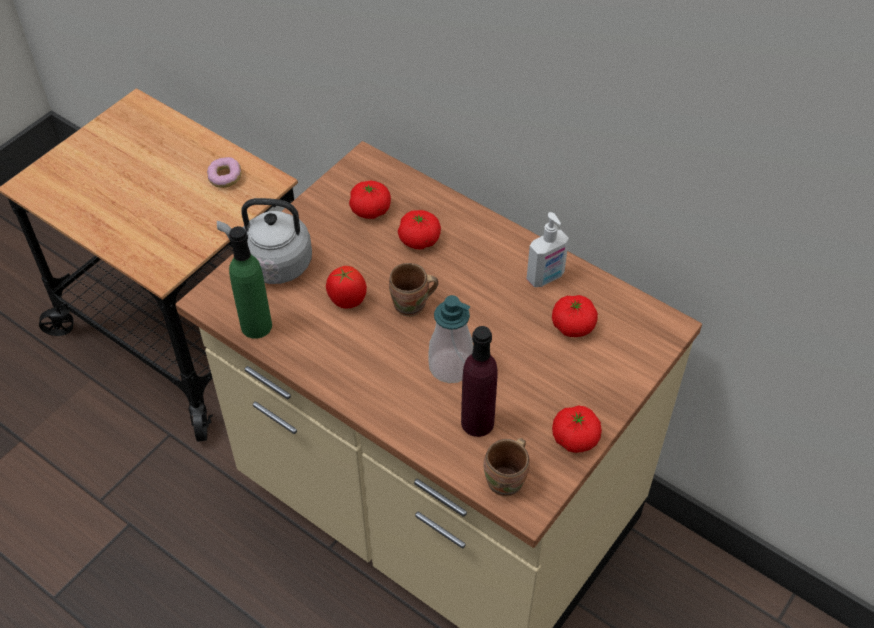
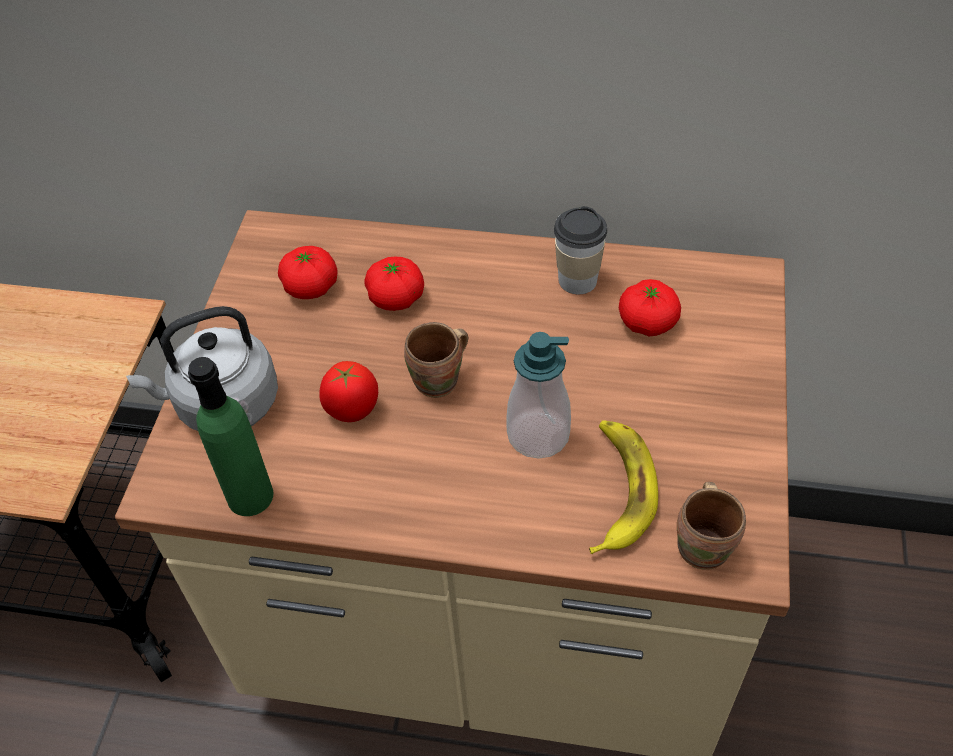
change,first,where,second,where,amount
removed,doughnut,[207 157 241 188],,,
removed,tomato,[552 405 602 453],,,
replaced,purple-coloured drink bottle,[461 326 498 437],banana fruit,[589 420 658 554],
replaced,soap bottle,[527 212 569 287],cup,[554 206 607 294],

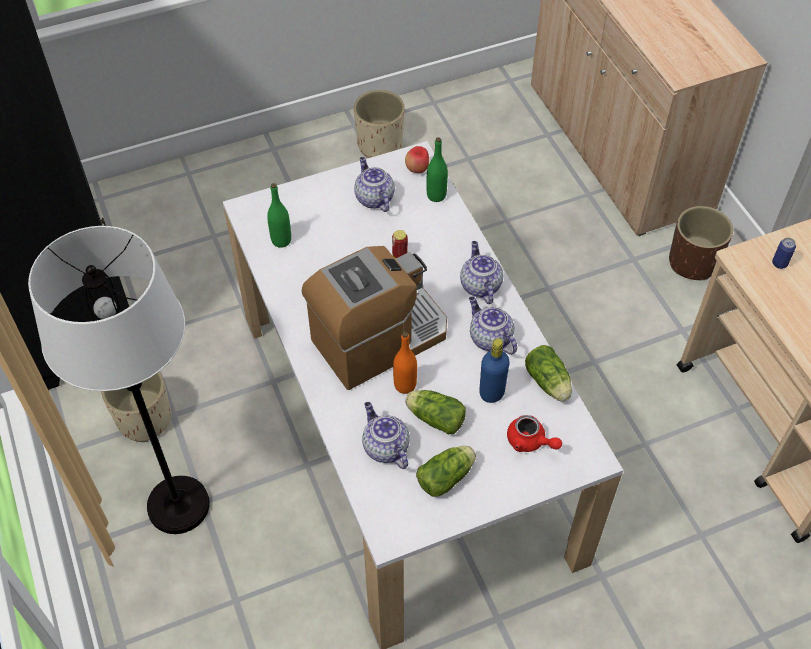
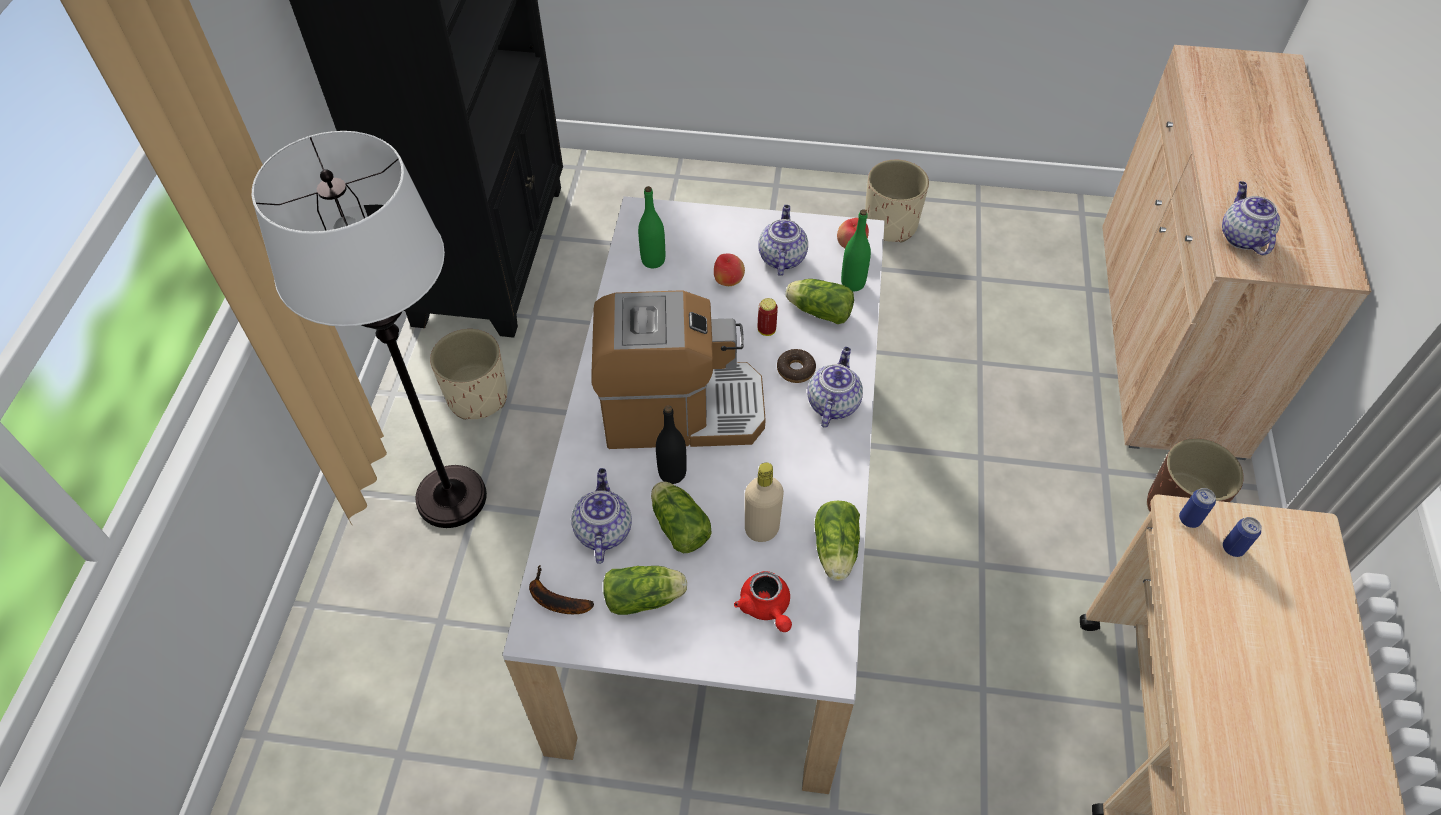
change,first,where,second,where,amount
added,,,banana fruit,[529 565 594 614],
added,,,whole apple,[714 254 745 286],
added,,,doughnut,[777 349 816 383],
added,,,lettuce,[785 279 854 324],
added,,,sealed can,[1179 488 1216 528],
moved,pot for tea,[469 296 517 355],,[1222 181 1280 255],
recoloured,orange-coloured drink bottle,[393 332 417 394],black-coloured drink bottle,[656 405 687 484],
recoloured,blue drink bottle,[479 338 510 403],sand-coloured drink bottle,[745 463 784 542],

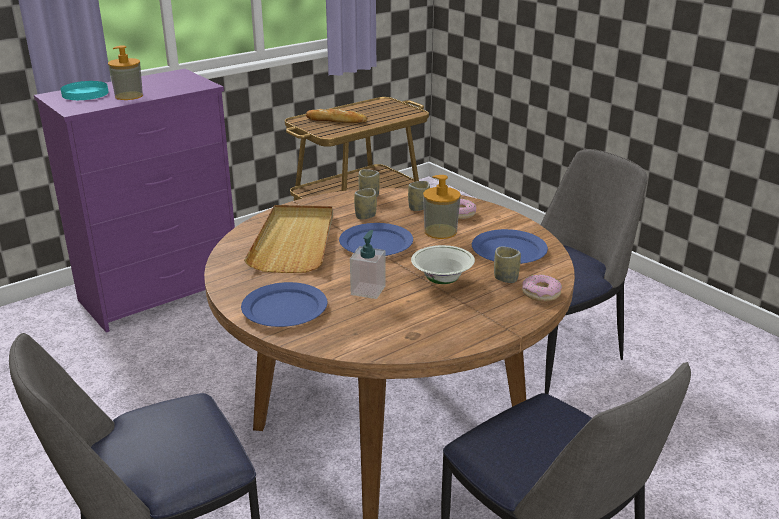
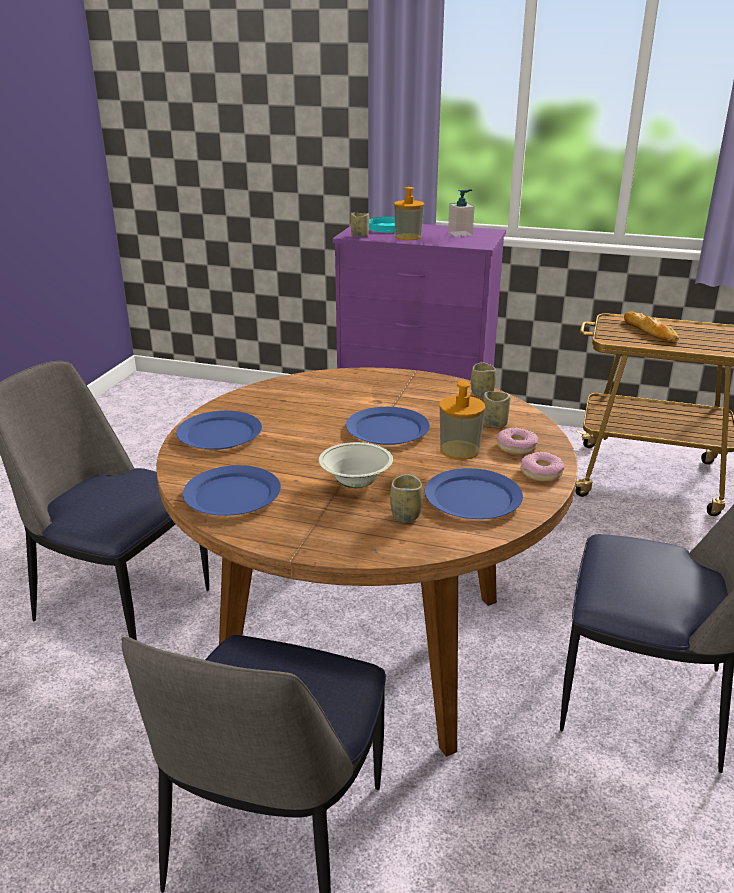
change,first,where,second,where,amount
removed,sand-coloured serving tray,[244 205 333 273],,,
added,,,blue flat dish,[183 465 281 516],
moved,soap bottle,[350 230 385 299],,[448 189 475 237],
moved,cup,[354 188 377 220],,[351 213 369 237],
moved,doughnut,[522 275 562 301],,[520 452 564 482],

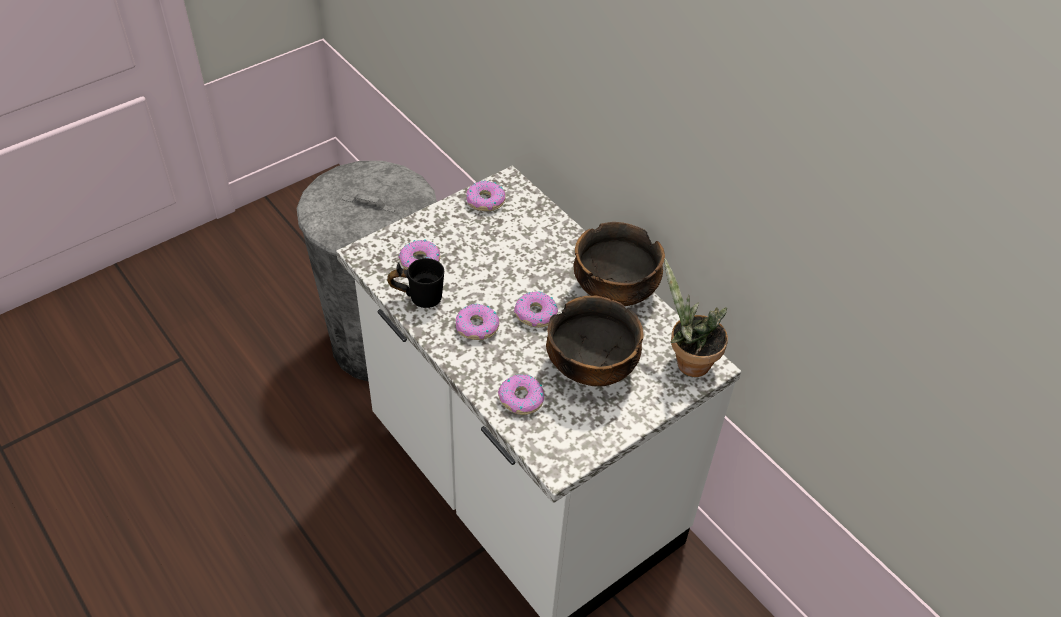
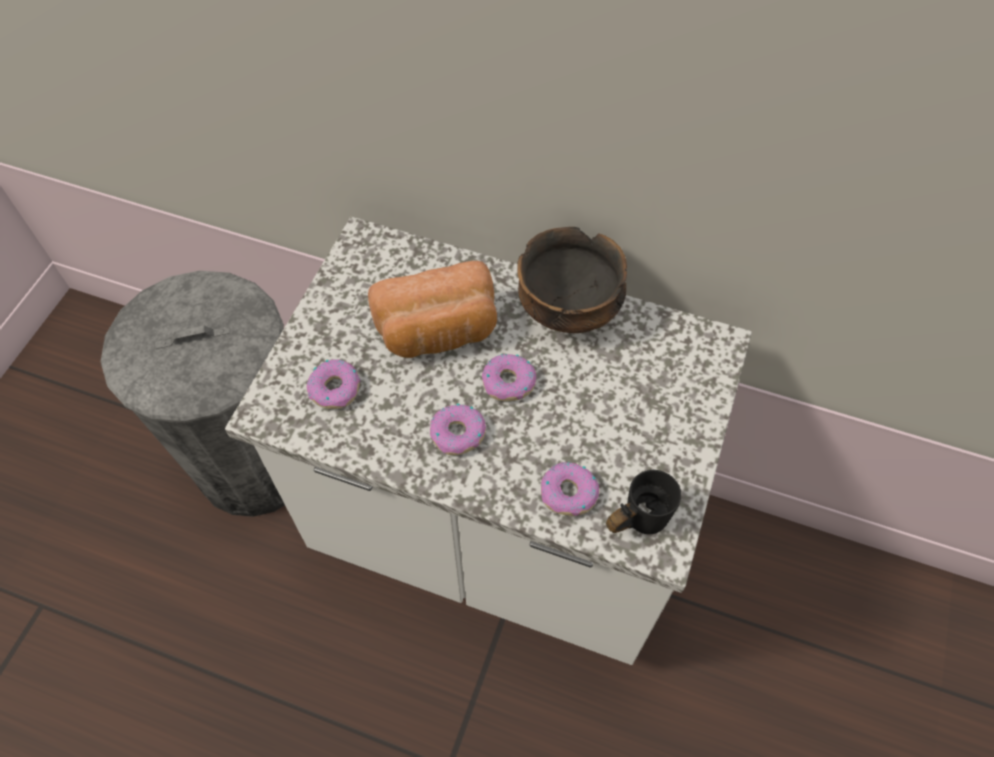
change,first,where,second,where,amount
removed,doughnut,[466 180 506 211],,,
removed,serving bowl,[546 296 644 386],,,
removed,plant in a pot,[664 258 728 377],,,
added,,,baked bread,[368 261 497 358],
moved,black-coloured tea mug,[387 258 444 308],,[606 470 681 534],

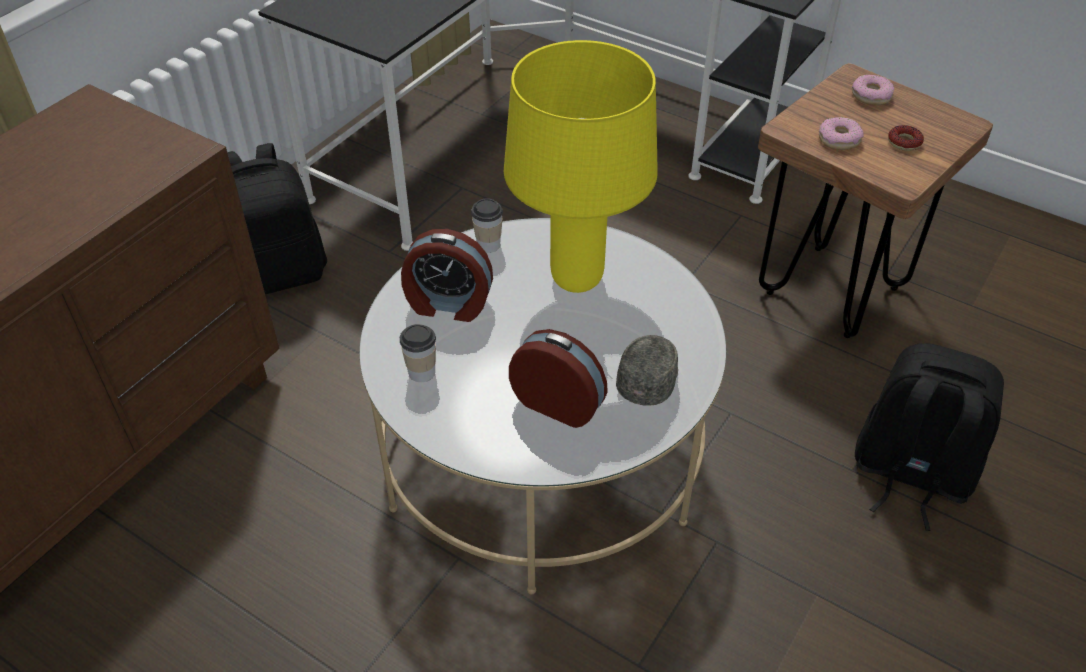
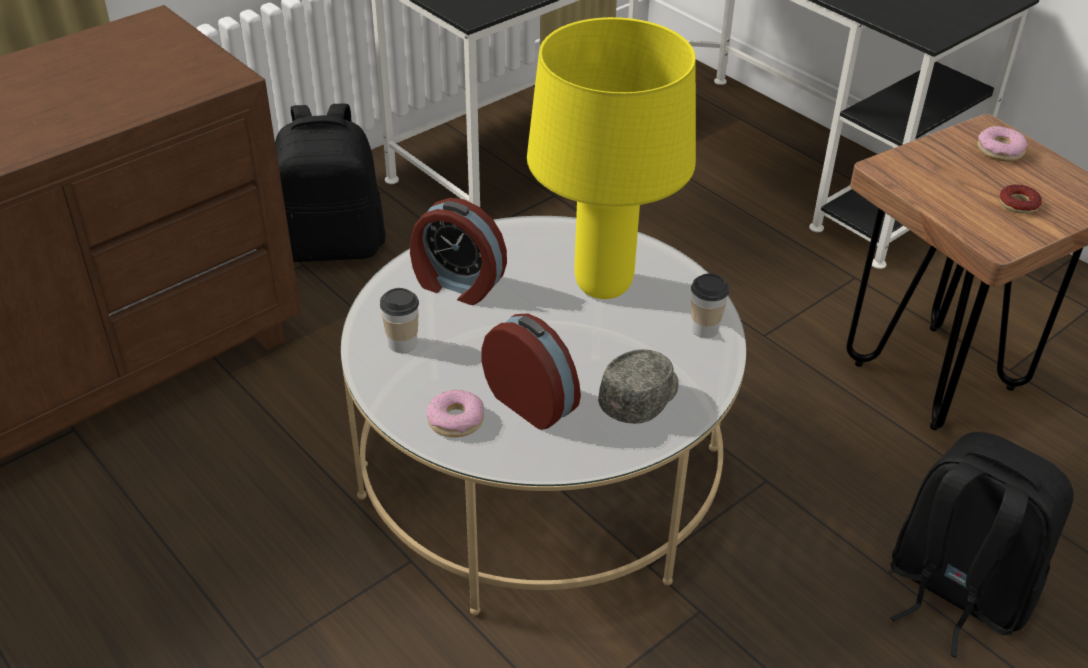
change,first,where,second,where,amount
moved,cup,[471 198 503 253],,[691 273 729 338],
moved,doughnut,[819 117 864 150],,[427 390 484 437],

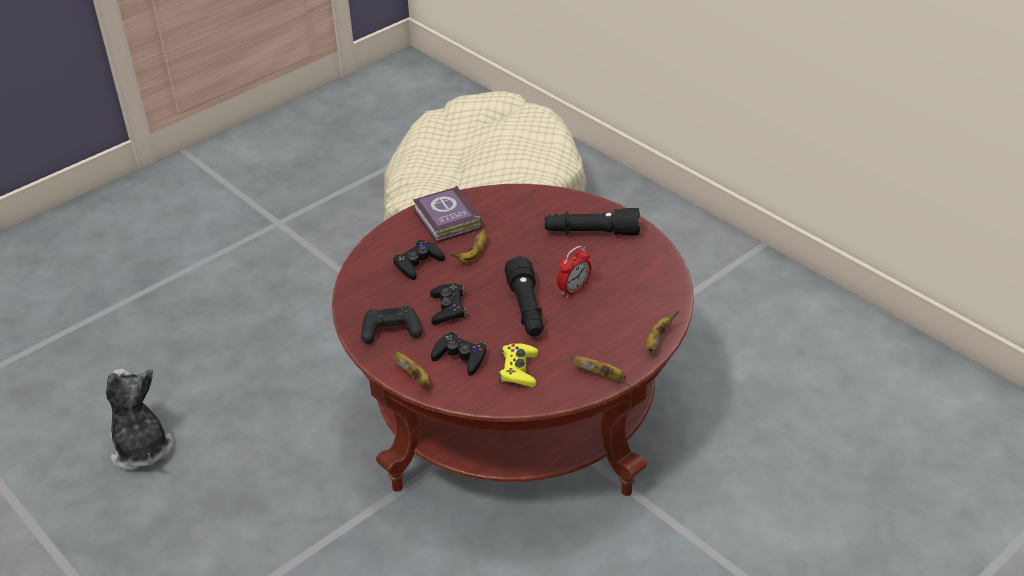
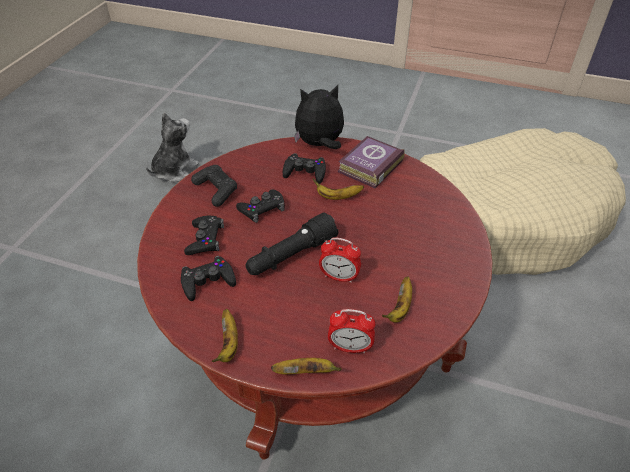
change,first,where,second,where,amount
removed,black-coloured torch,[545 208 640 236],,,
added,,,cuddly toy,[294 85 344 149],
added,,,alarm clock,[328 309 375 353],
moved,banana fruit,[393 352 430 387],,[382 277 412 322],
recoloured,yellow-coloured game controller,[499 343 538 387],black-coloured game controller,[181 256 236 301],

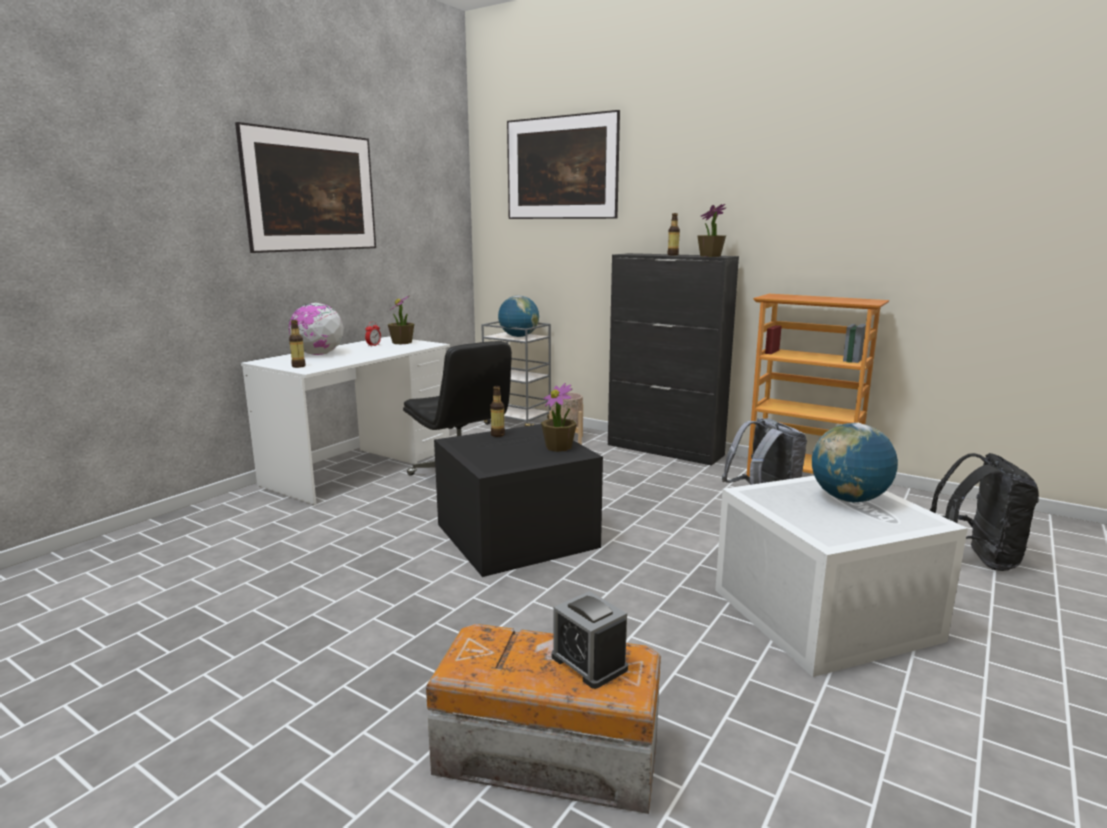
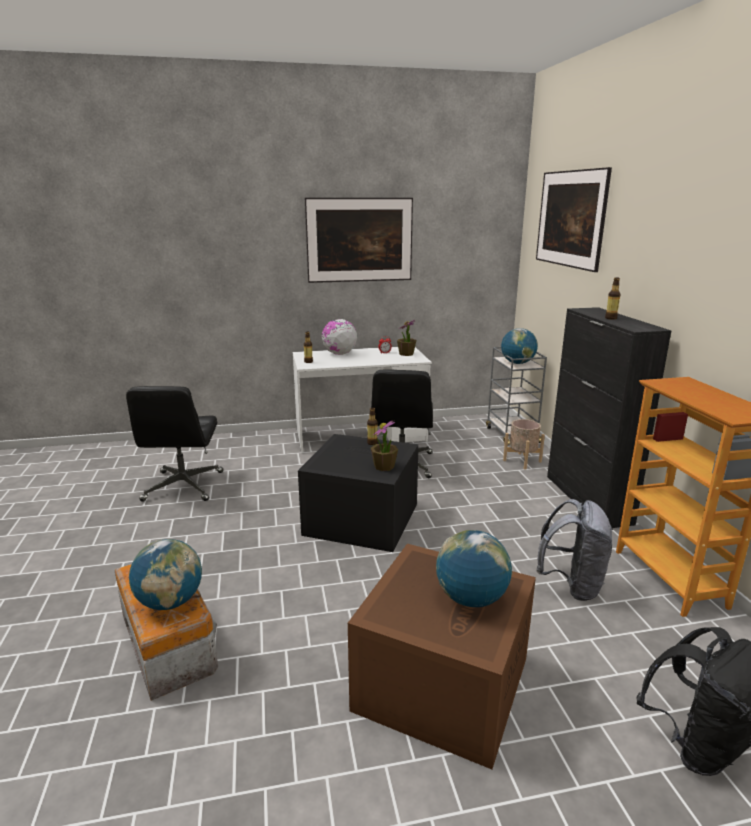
change,first,where,second,where,amount
removed,plant in a pot,[698 204 727 257],,,
added,,,black-coloured computer chair,[126 386 223 502],
replaced,alarm clock,[552 591 628 689],world globe,[129 539 202 610],
recoloured,whitish storage container,[715 476 968 677],brownish storage container,[348 544 536 769],

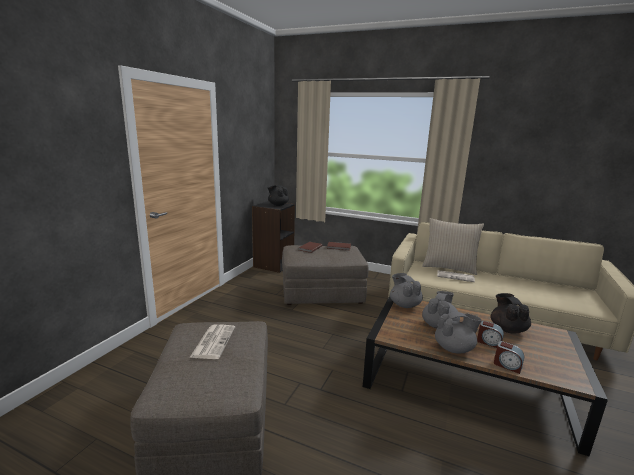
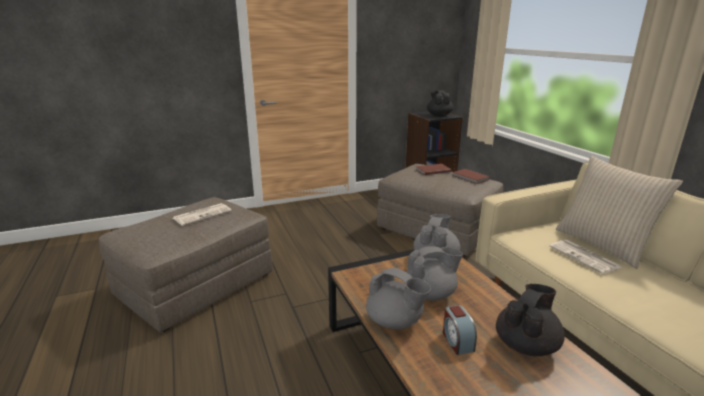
change,first,where,second,where,amount
removed,alarm clock,[494 341 524 374],,,

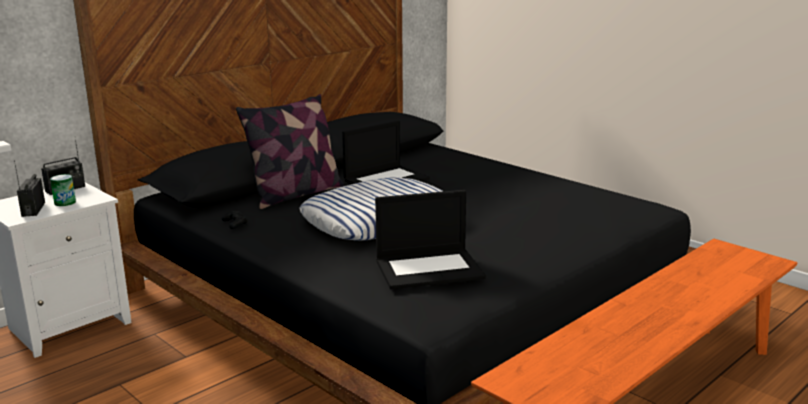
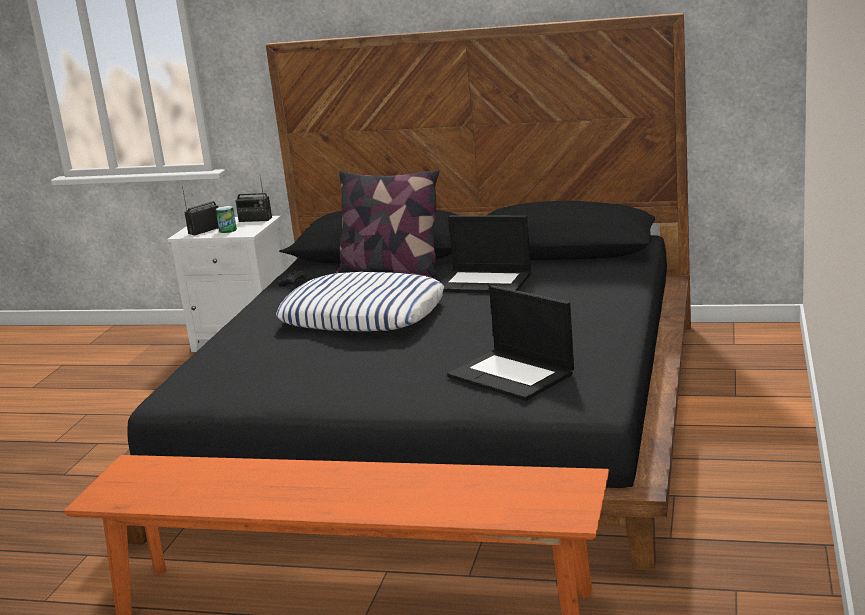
change,first,where,second,where,amount
moved,laptop,[375 190 486 289],,[447 285 574 401],

